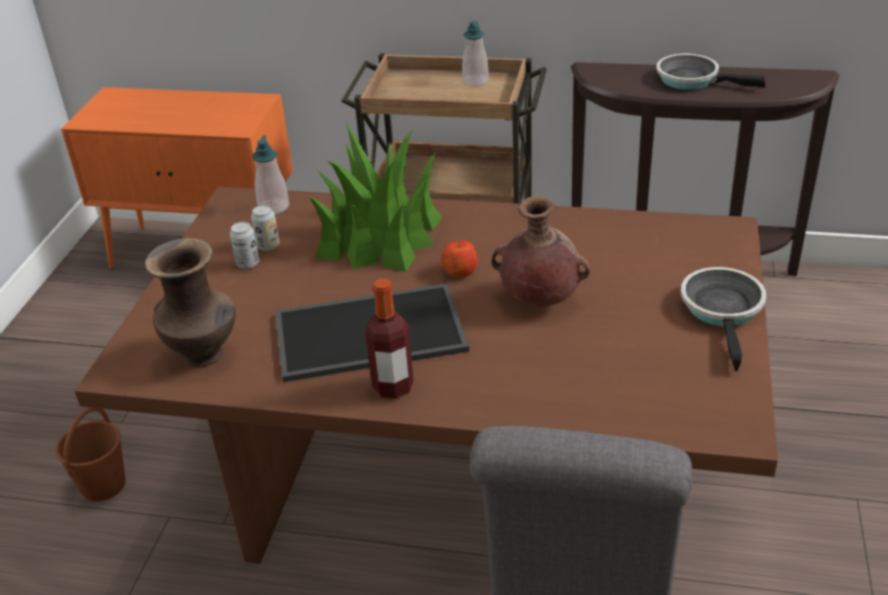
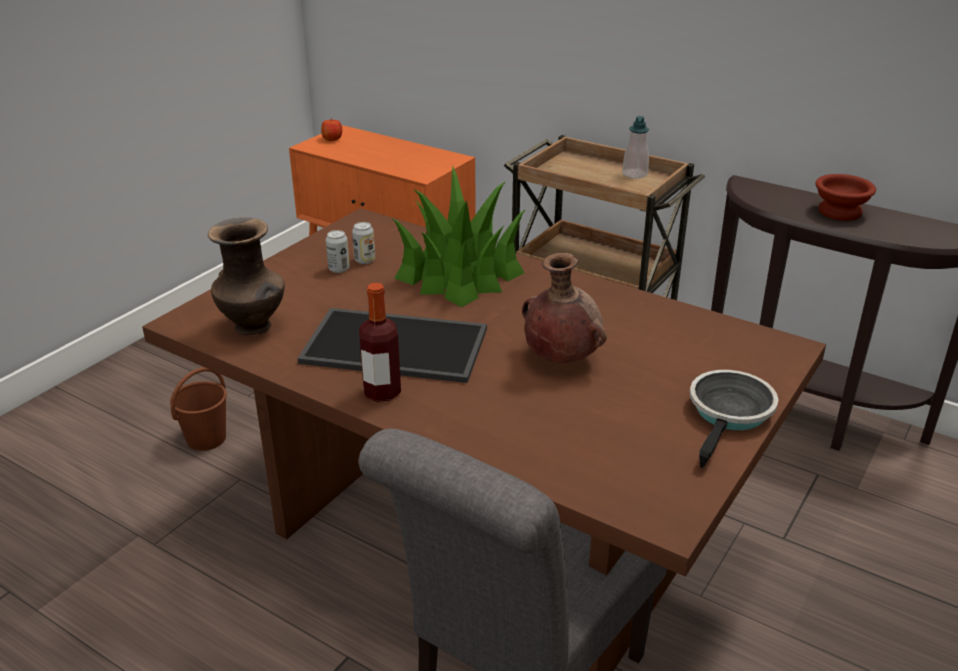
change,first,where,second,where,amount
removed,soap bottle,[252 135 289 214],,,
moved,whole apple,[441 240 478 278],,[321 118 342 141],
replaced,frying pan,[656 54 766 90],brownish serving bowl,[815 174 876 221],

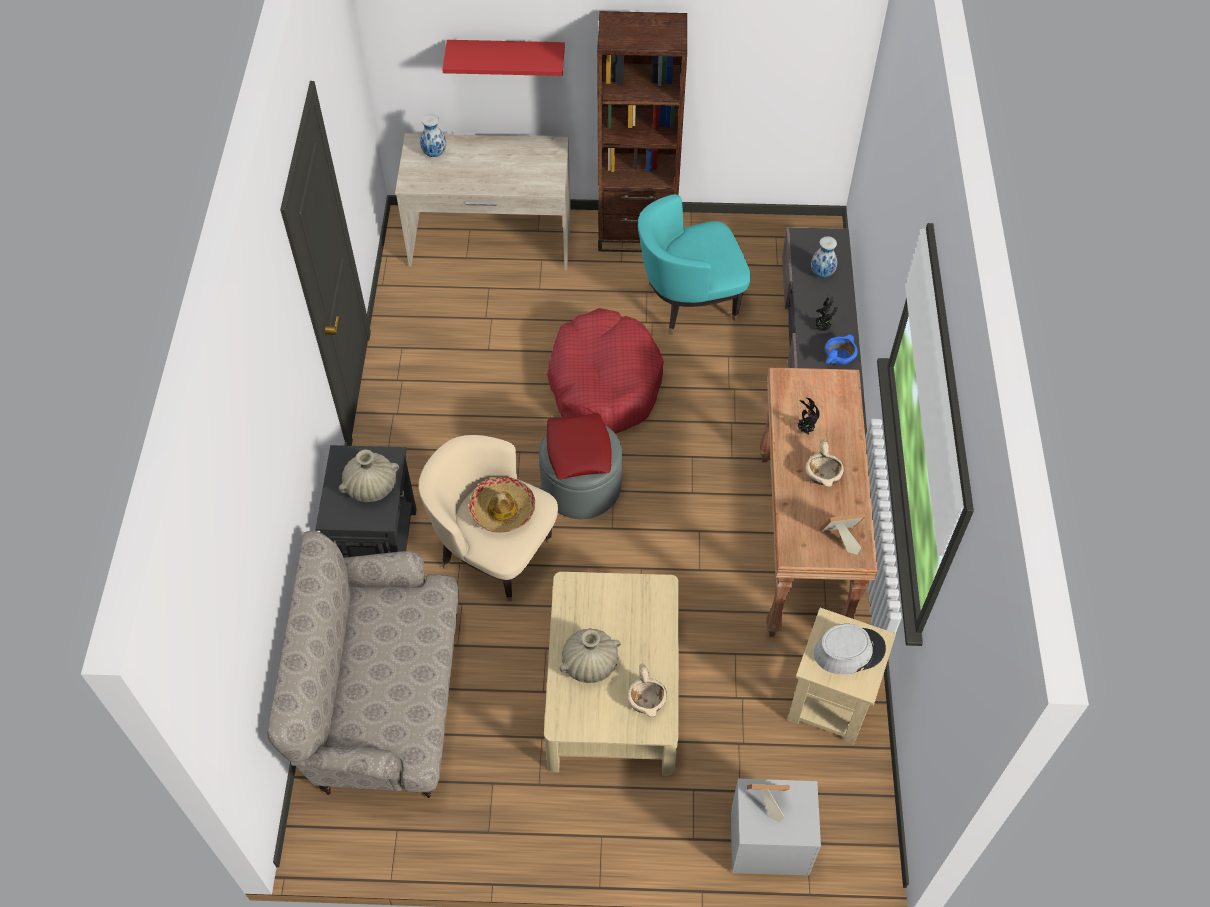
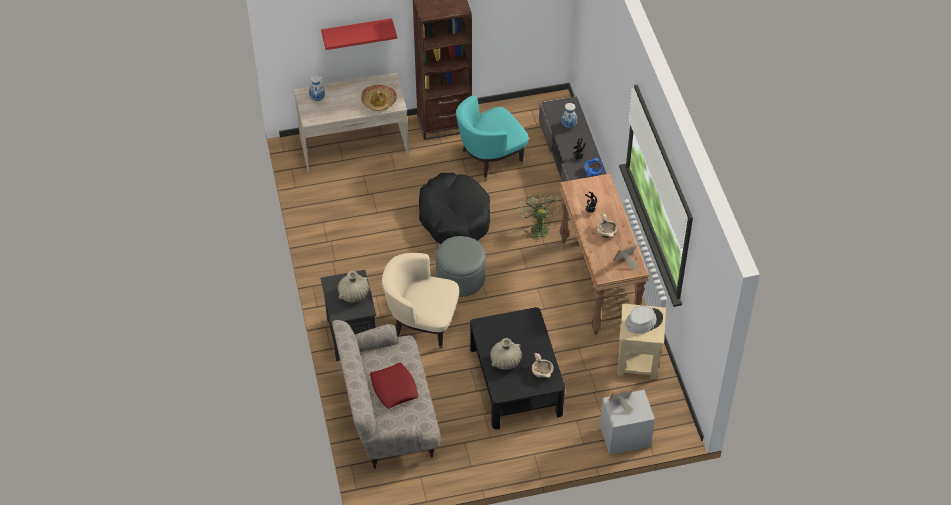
change,first,where,second,where,amount
added,,,greenish cooling fan,[520 193 559 240],
moved,hat,[469 477 535 533],,[361 85 397 111],
moved,reddish cushion,[546 413 611 480],,[370 363 418 409],
recoloured,sand-coloured coffee table,[544 572 679 776],black-coloured coffee table,[470 307 565 429],
recoloured,reddish dog cushion,[547 308 664 434],black-coloured dog cushion,[419 173 490 244],

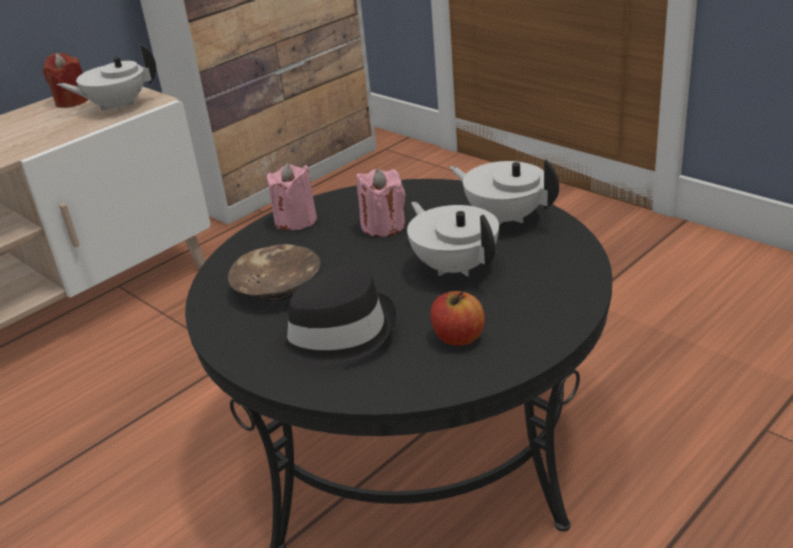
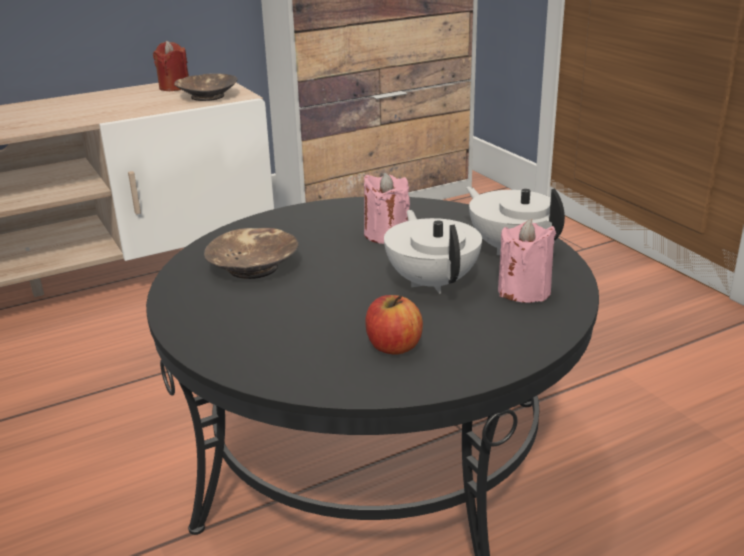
change,first,where,second,where,amount
removed,black-coloured hat,[273 264 396 370],,,
moved,pink-coloured candle,[267 163 317 230],,[498 219 556 303],
replaced,whitish pot for tea,[57 44 156 112],brownish serving bowl,[174 73 237 101],

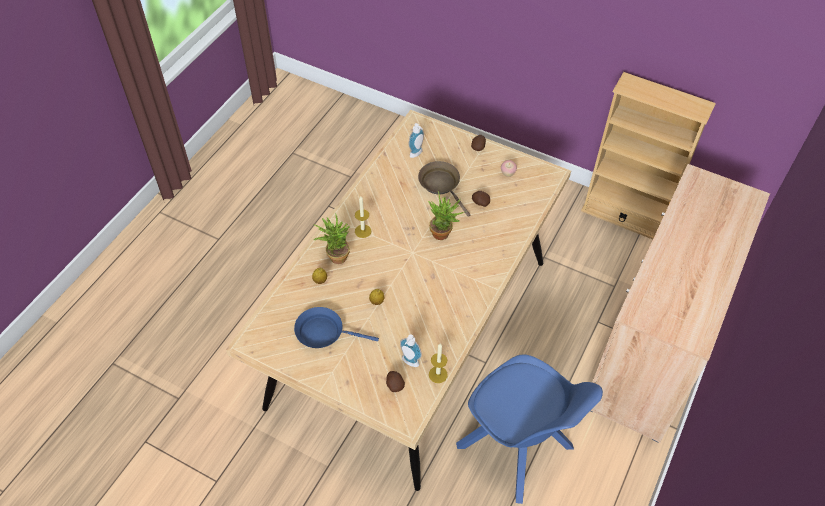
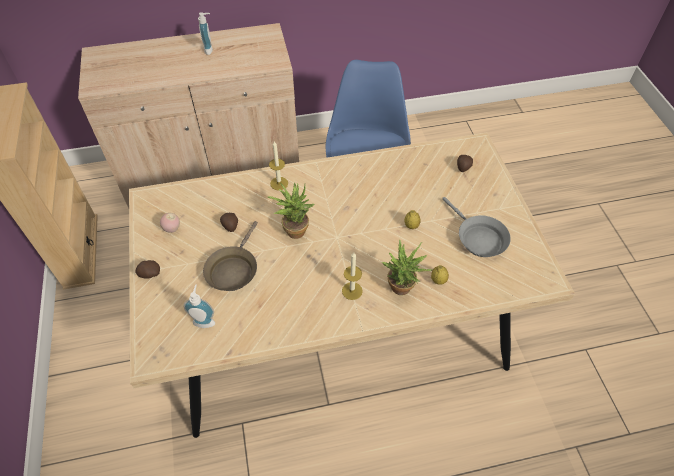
change,first,where,second,where,amount
moved,soap bottle,[400 334 422 367],,[198 12 213 55],
moved,candle,[429 344 448 383],,[269 141 288 191],
recoloured,blue frying pan,[294 307 379 348],grey frying pan,[442 197 511 257],

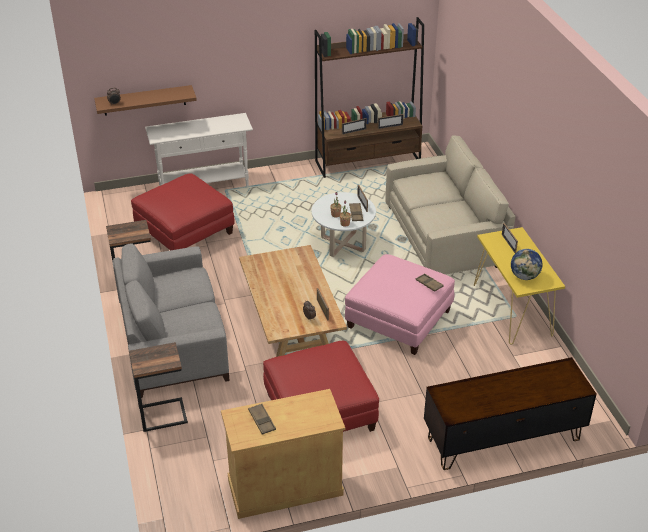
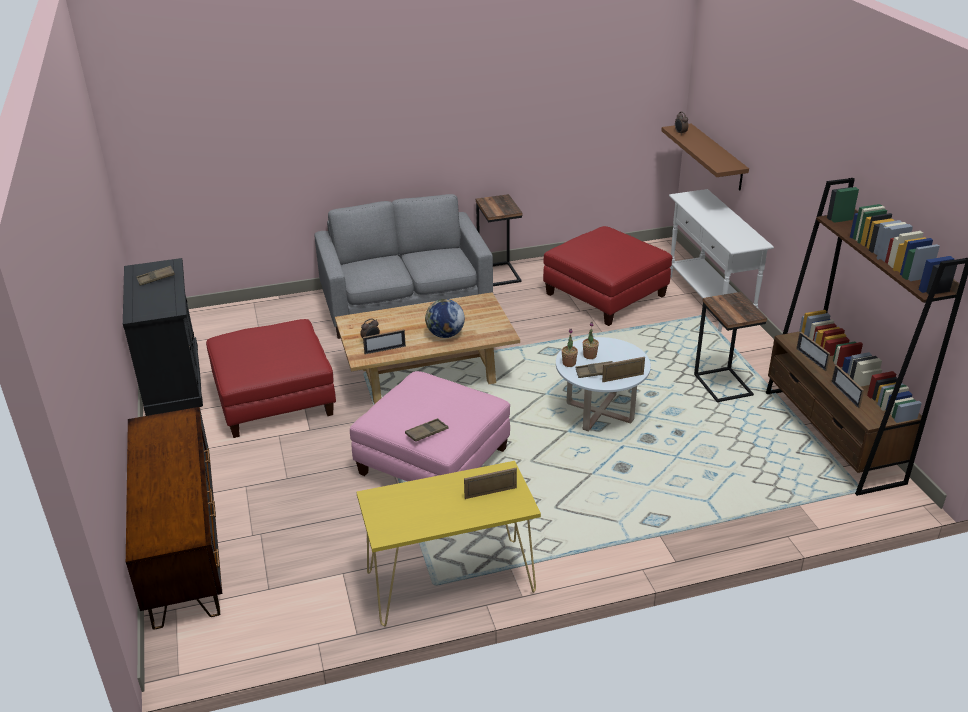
change,first,where,second,where,amount
removed,sand-coloured sofa,[385 136 516 275],,,
moved,accent table,[129 342 188 432],,[694 292 767 402],
moved,world globe,[511 249 543 280],,[425 299 465 338],
recoloured,sand-coloured cabinet,[221 389 345 519],black-coloured cabinet,[123 258 203 416],

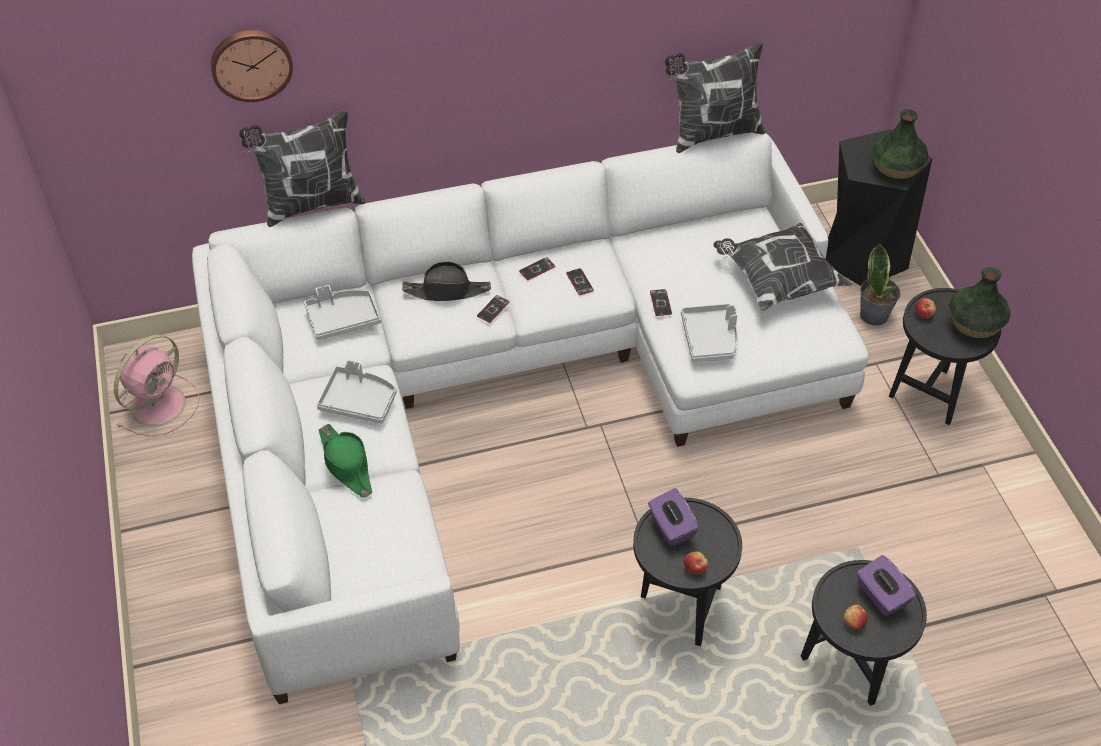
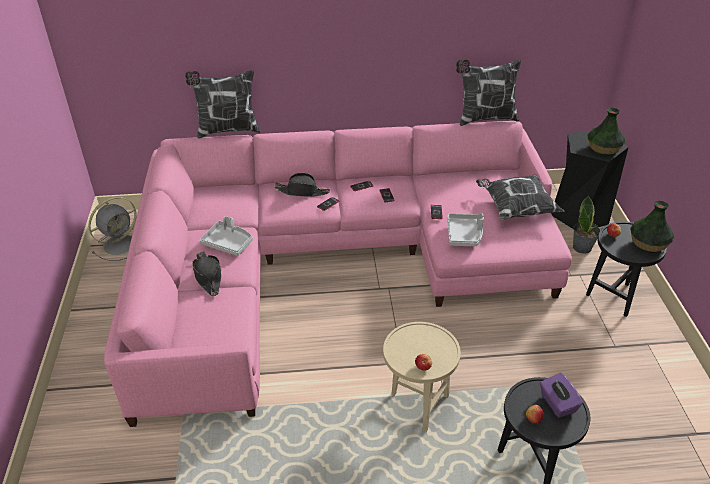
change,first,where,second,where,amount
removed,clock on the wall,[211 30 293 102],,,
removed,grey serving tray,[304 285 381 340],,,
removed,purple-coloured tissue box,[648 488 699 546],,,
recoloured,pink-coloured cooling fan,[114 335 200 437],grey cooling fan,[88 197 137 261],
recoloured,whitish sofa,[192 133 869 704],pink-coloured sofa,[104 121 572 427],
recoloured,greenish hat,[319 424 372 498],black-coloured hat,[192 252 221 296],
recoloured,black-coloured accent table,[633 498 742 646],sand-coloured accent table,[383 322 461 432],

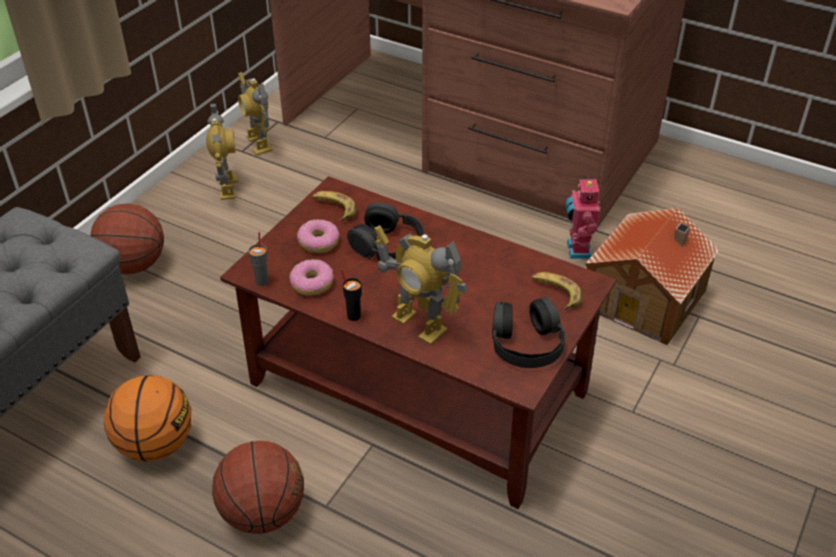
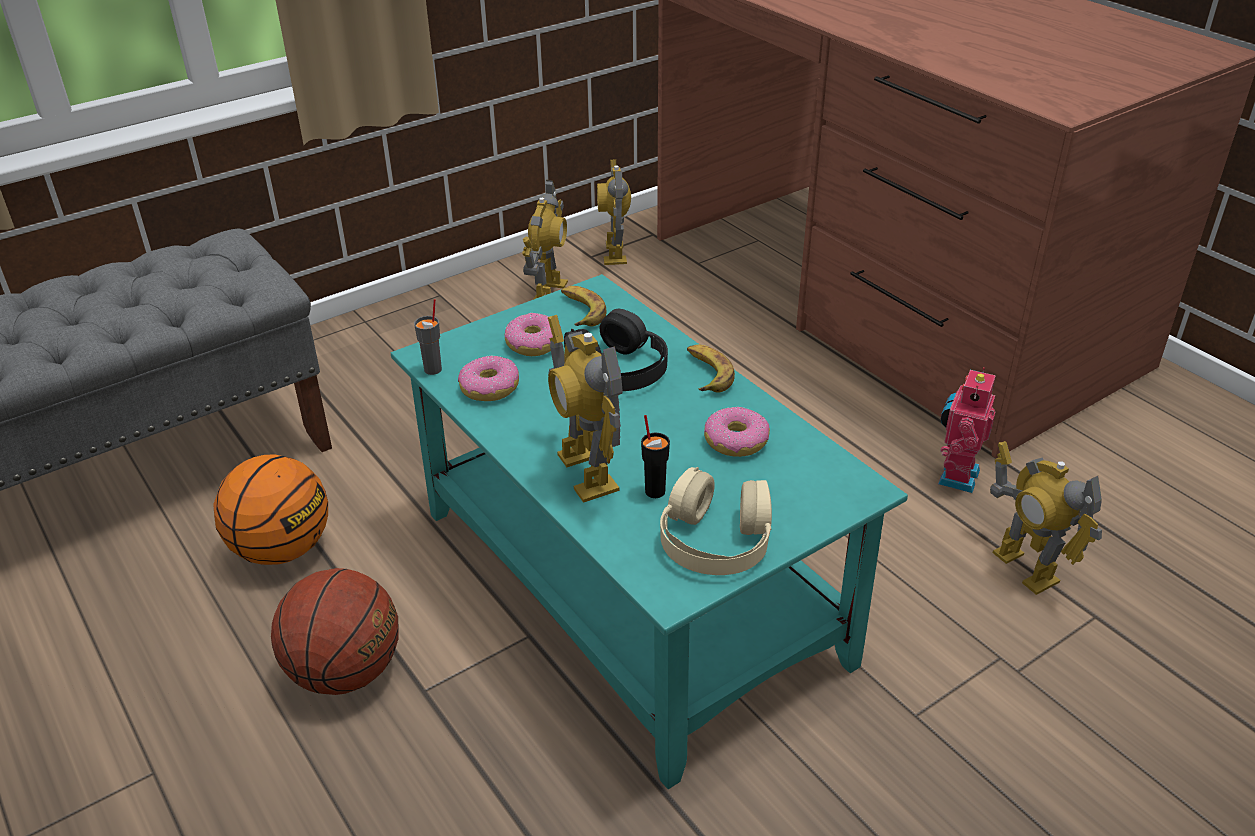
change,first,where,second,where,amount
removed,ball for basketball,[90 203 164 274],,,
added,,,doughnut,[704 407 770 457],
moved,black-coloured cup,[341 269 362 321],,[641 415 670 498],
moved,banana fruit,[532 272 582 310],,[687 344 735 392],
replaced,toy house,[585 207 719 345],model robot,[990 441 1102 595],
recoloured,brownish coffee table,[220 176 616 509],blue-green coffee table,[391 274 908 789],
recoloured,black-coloured pair of headphones,[492 297 565 368],sand-coloured pair of headphones,[660 467 772 575],

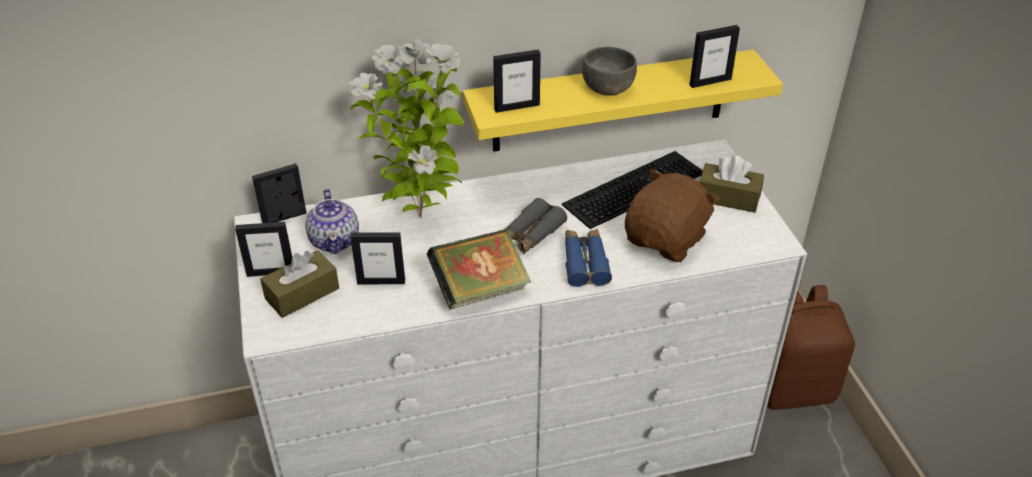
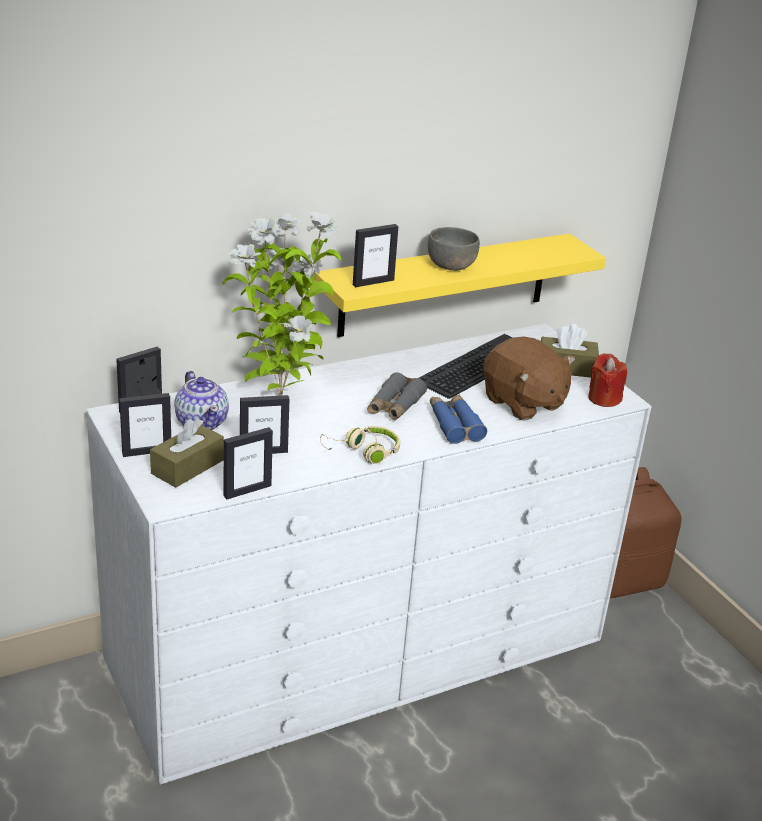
change,first,where,second,where,amount
added,,,reddish candle,[588 353 627 407],
moved,picture frame,[690 25 740 88],,[224 427 273 499],
replaced,volume,[427 229 531 310],sand-coloured pair of headphones,[320 426 400 464],
turned,brownish cuddly toy,[625 169 720 262],,[483 336 575 421],120 degrees clockwise

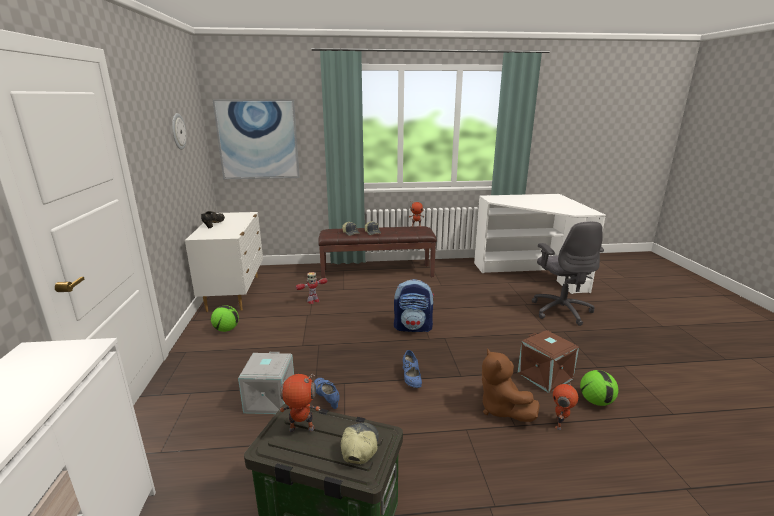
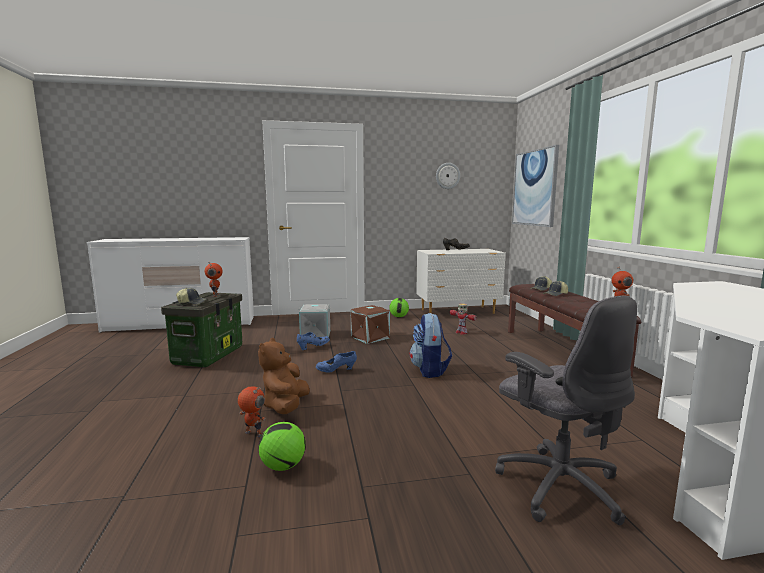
change,first,where,second,where,amount
moved,brownish storage container,[518 330 579 393],,[351 305 390 344],
turned,brownish cuddly toy,[482 348 540 422],,[258 338 310 414],60 degrees counterclockwise
turned,grey computer chair,[532 221 604 326],,[495 295 637 525],105 degrees counterclockwise

